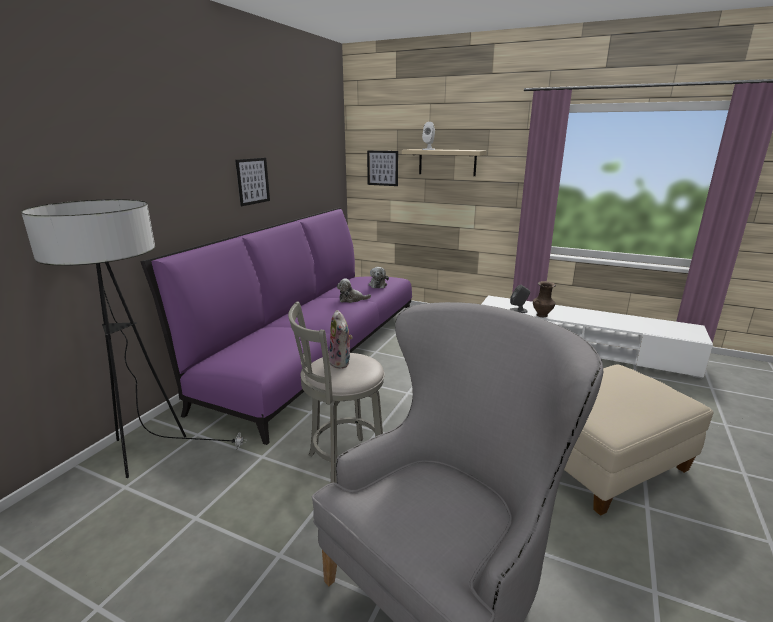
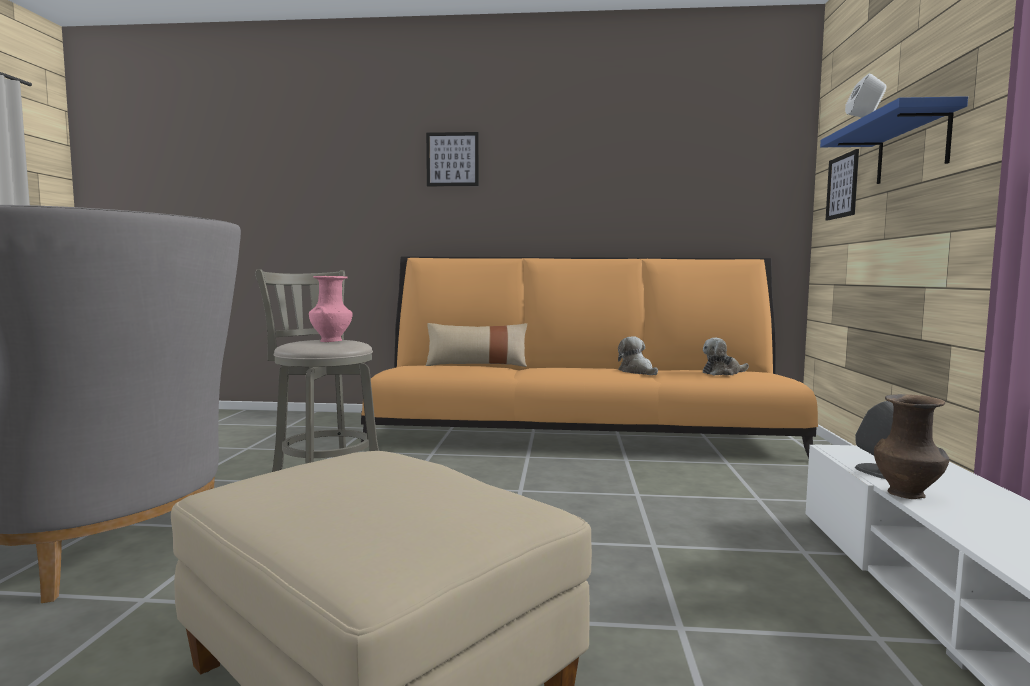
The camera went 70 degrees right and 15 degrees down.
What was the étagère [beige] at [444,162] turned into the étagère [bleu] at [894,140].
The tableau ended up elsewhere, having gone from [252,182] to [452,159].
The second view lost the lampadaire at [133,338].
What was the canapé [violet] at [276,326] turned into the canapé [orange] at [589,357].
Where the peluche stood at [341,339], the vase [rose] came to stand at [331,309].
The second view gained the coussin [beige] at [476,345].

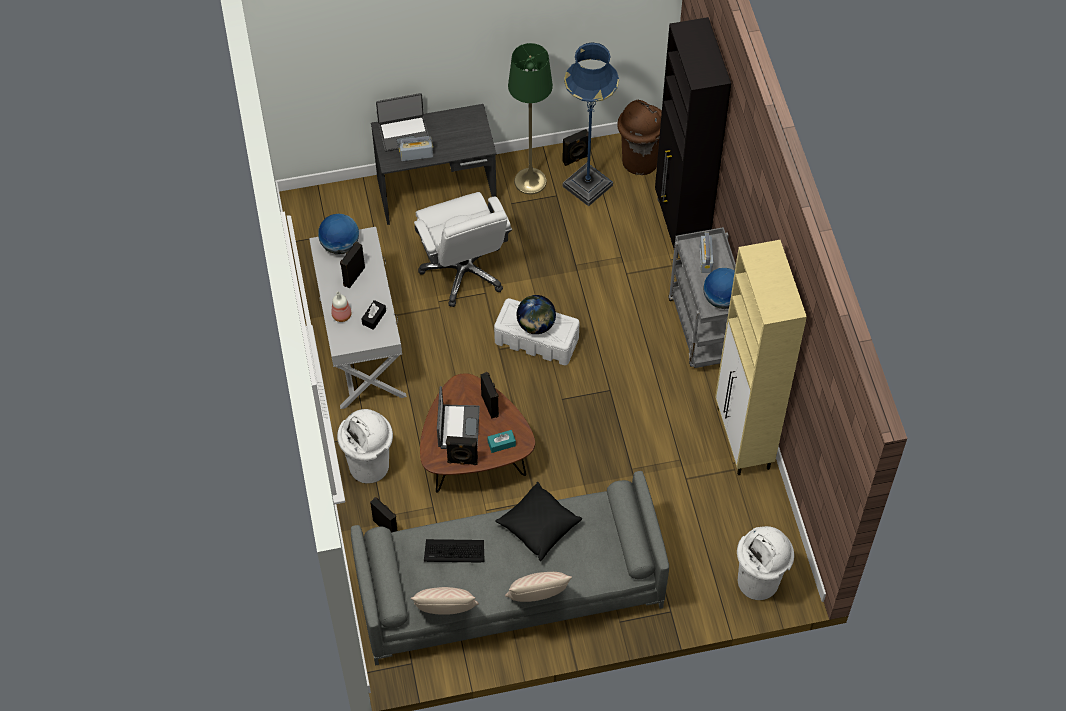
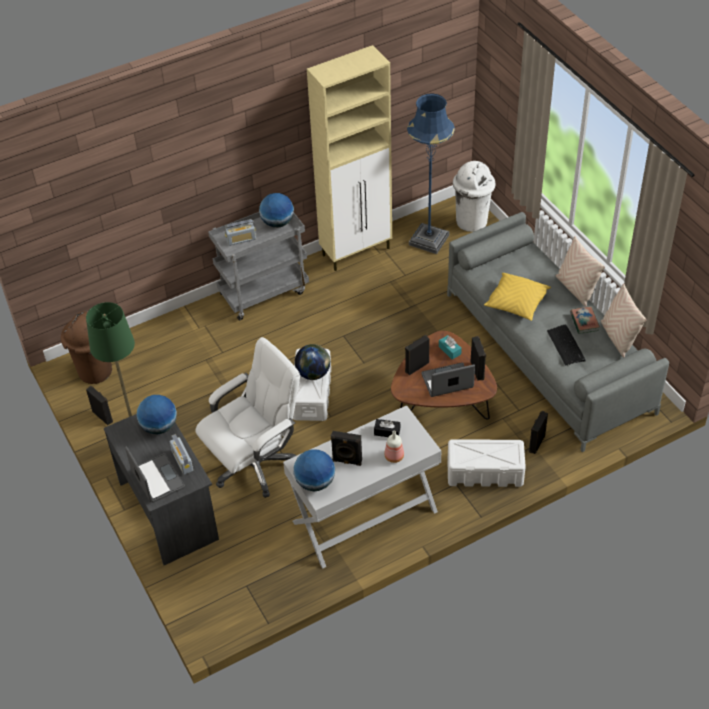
The camera went 105 degrees left and 10 degrees down.
The second view lost the meuble de rangement [noir] at [693,137].
The lampadaire [bleu] ended up elsewhere, having gone from [590,124] to [431,173].
Where the poubelle [blanc] stood at [365,446], the boîte de rangement [blanc] came to stand at [486,463].
What was the coussin [noir] at [538,521] turned into the coussin [jaune] at [517,297].
The second view gained the livre at [585,320].
The second view gained the globe at [157,414].

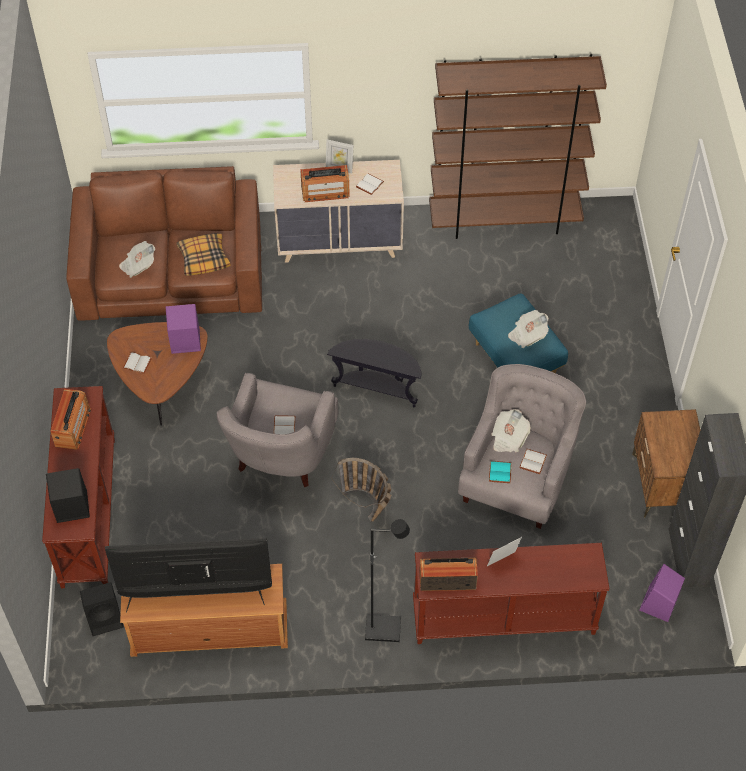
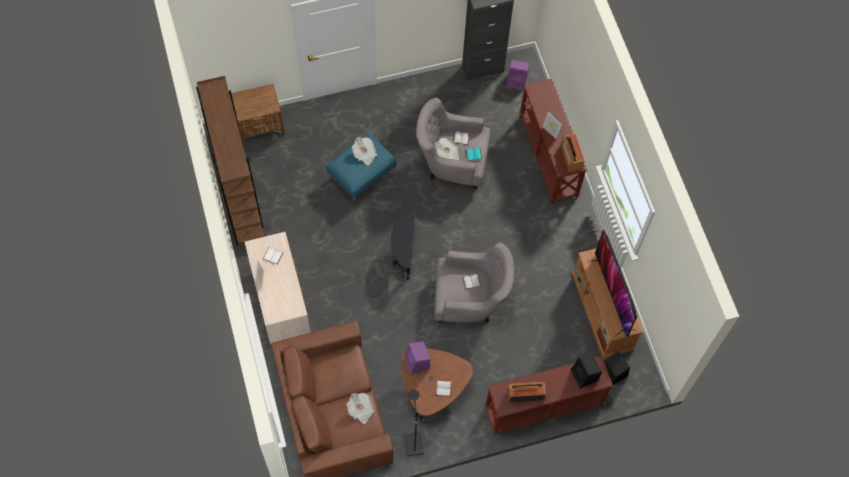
The camera went 105 degrees left and 10 degrees up.
The second view lost the radio at [325,183].
The second view lost the coussin at [203,254].
The table de chevet [marron] ended up elsewhere, having gone from [666,463] to [257,113].
The second view lost the panier at [361,490].
The lampadaire [noir] ended up elsewhere, having gone from [387,580] to [413,422].

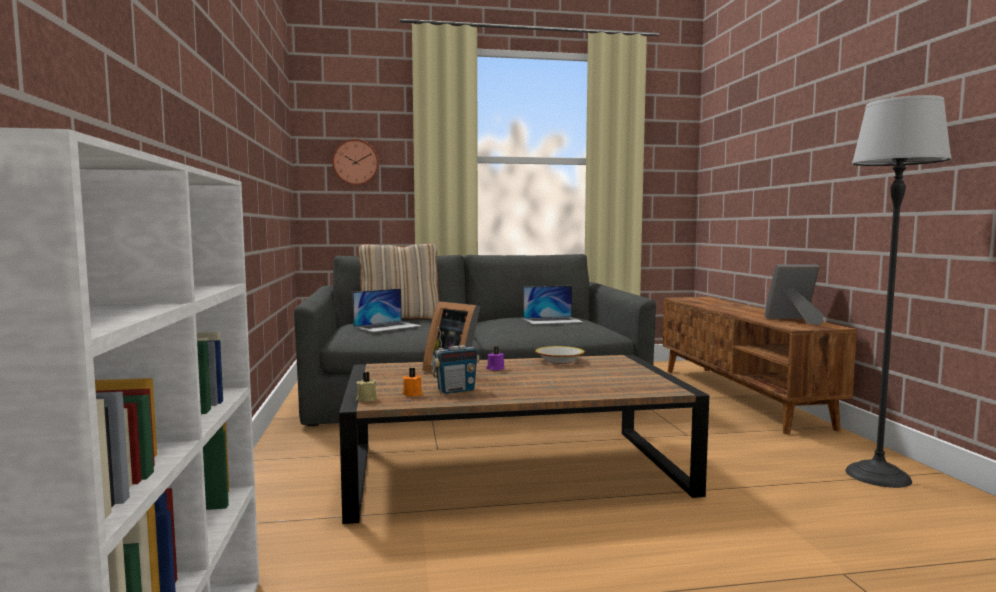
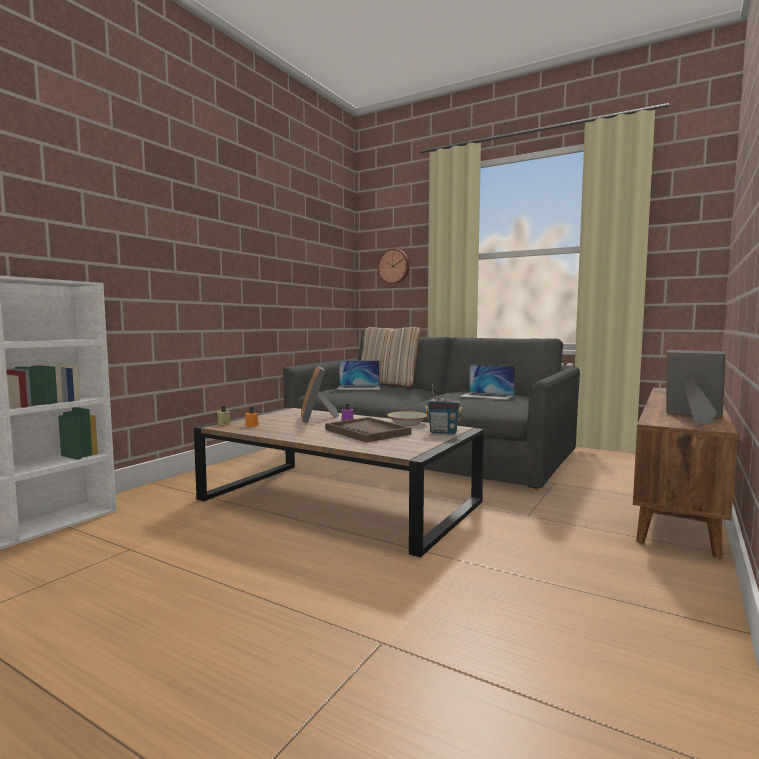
The camera went 40 degrees right and 0 degrees up.
The second view lost the lampadaire at [898,291].
The radio ended up elsewhere, having gone from [455,360] to [443,408].
The second view gained the plateau [marron] at [368,430].

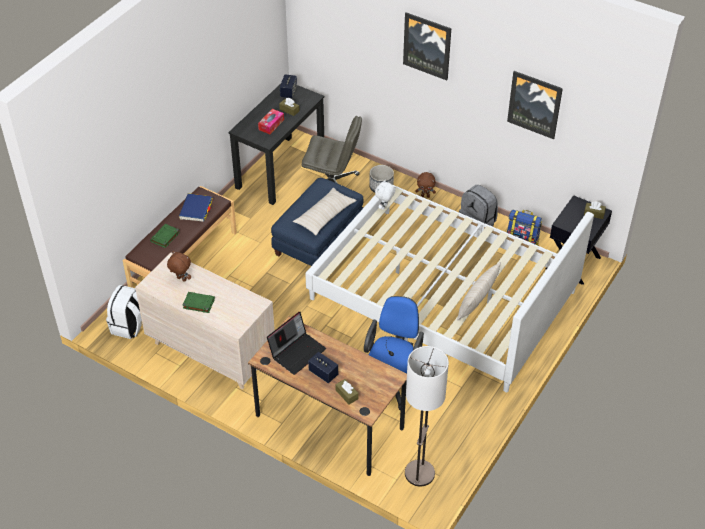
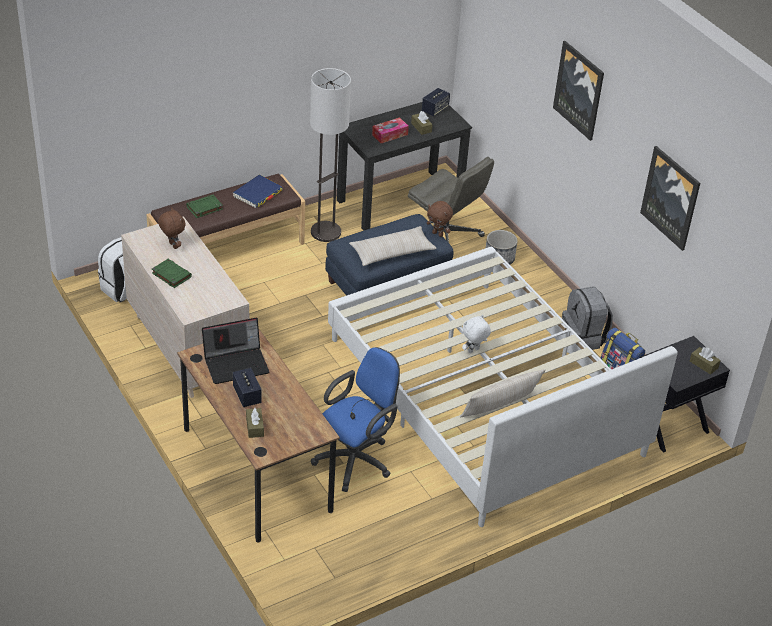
The camera went 25 degrees right and 5 degrees down.
The peluche [marron] ended up elsewhere, having gone from [425,185] to [440,219].
The peluche [blanc] ended up elsewhere, having gone from [385,194] to [476,334].
The lampadaire ended up elsewhere, having gone from [427,416] to [330,155].

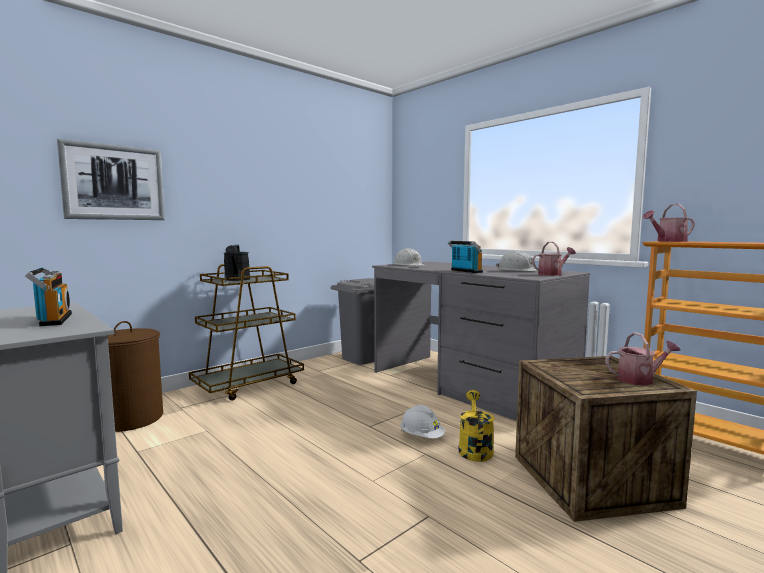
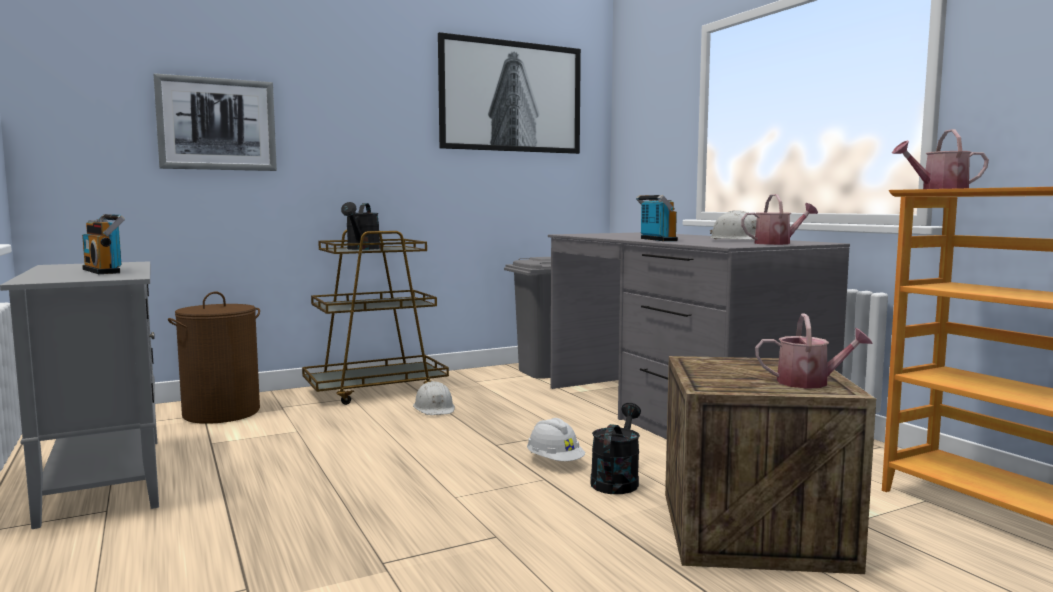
The camera went 15 degrees right and 0 degrees up.
The casque de chantier [blanc] ended up elsewhere, having gone from [410,257] to [434,398].
The radio at [48,296] ended up facing another way, 150 degrees clockwise from before.
What was the arrosoir [jaune] at [476,426] turned into the arrosoir [noir] at [615,448].
The second view gained the tableau at [509,93].

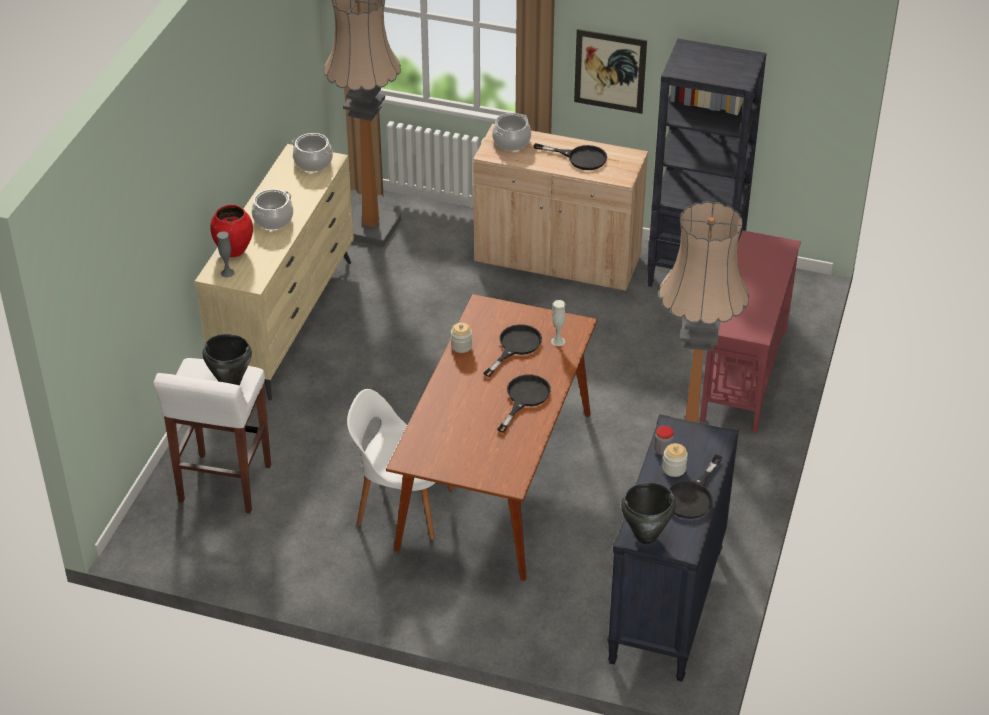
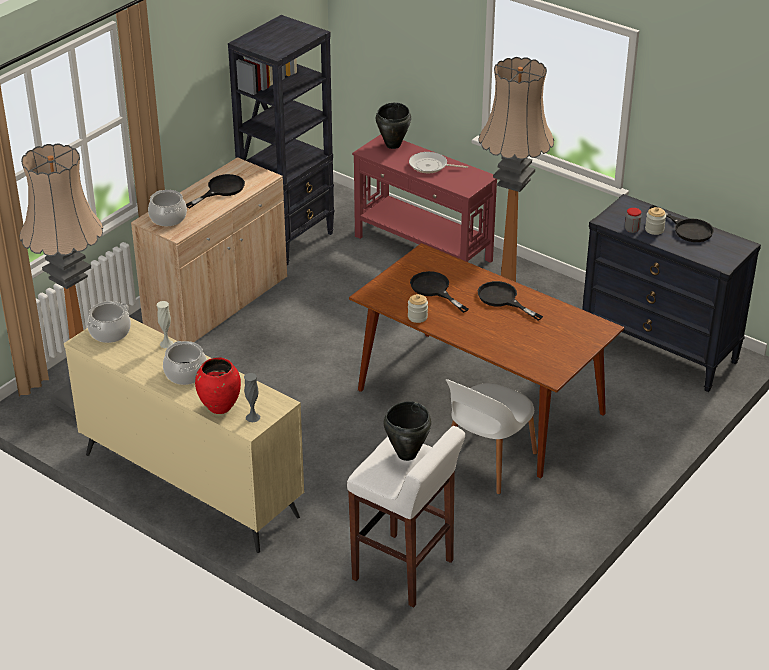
The camera went 70 degrees left and 5 degrees down.
The second view lost the tableau at [610,71].
The vase [blanc] ended up elsewhere, having gone from [558,323] to [165,324].
The marmite [noir] ended up elsewhere, having gone from [648,513] to [393,125].
The second view gained the poêle at [438,162].

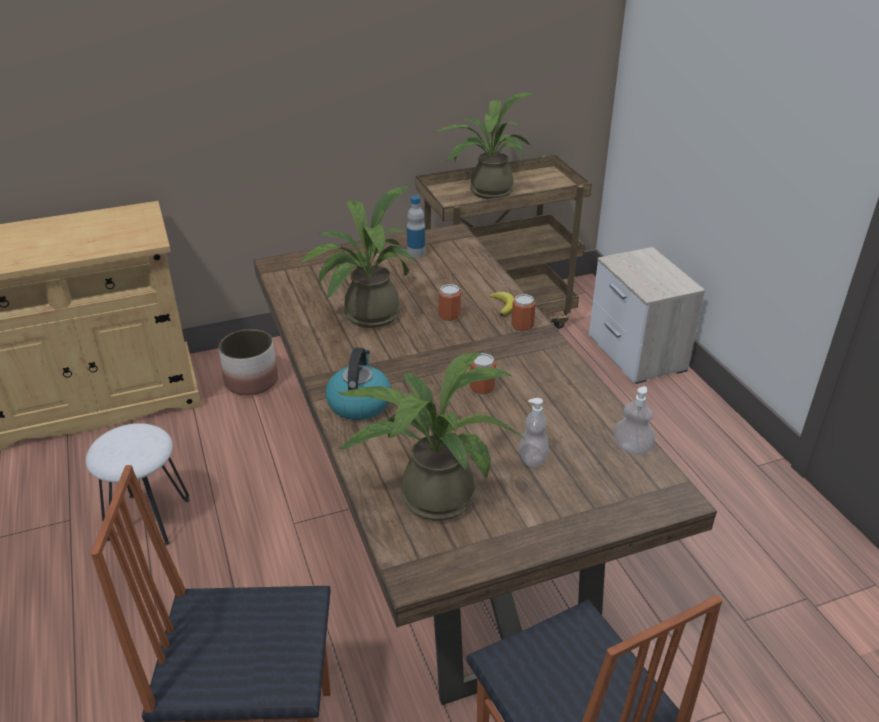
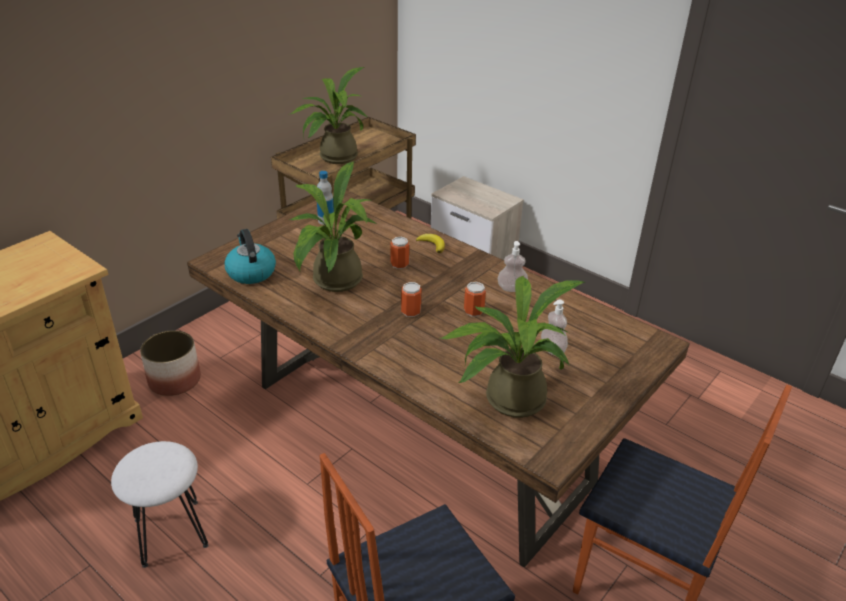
The camera went 30 degrees left and 0 degrees up.
The boîte métallique ended up elsewhere, having gone from [523,313] to [411,299].
The bouilloire ended up elsewhere, having gone from [358,383] to [250,256].
The distributeur de savon ended up elsewhere, having gone from [634,420] to [513,266].

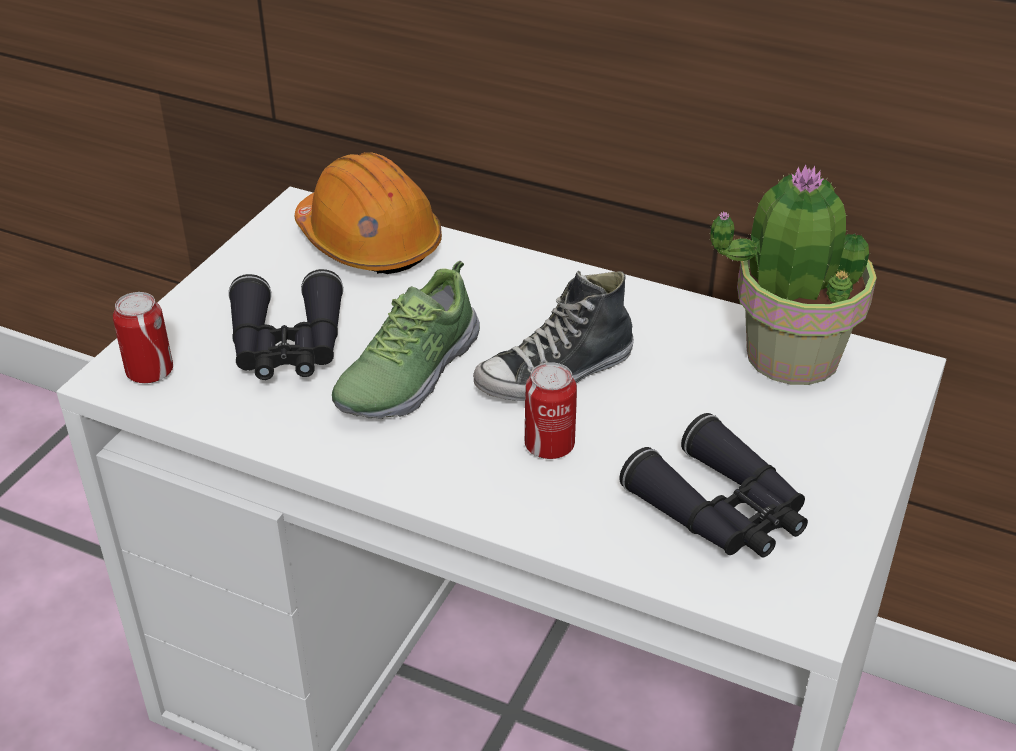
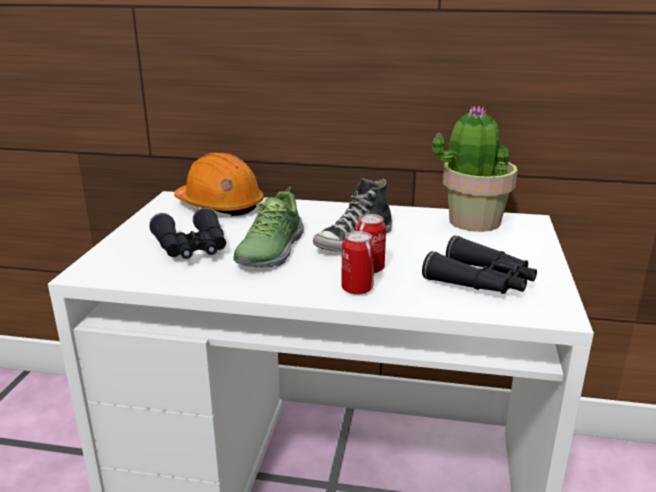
The camera went 15 degrees left and 15 degrees down.
The boîte métallique ended up elsewhere, having gone from [143,337] to [357,263].

